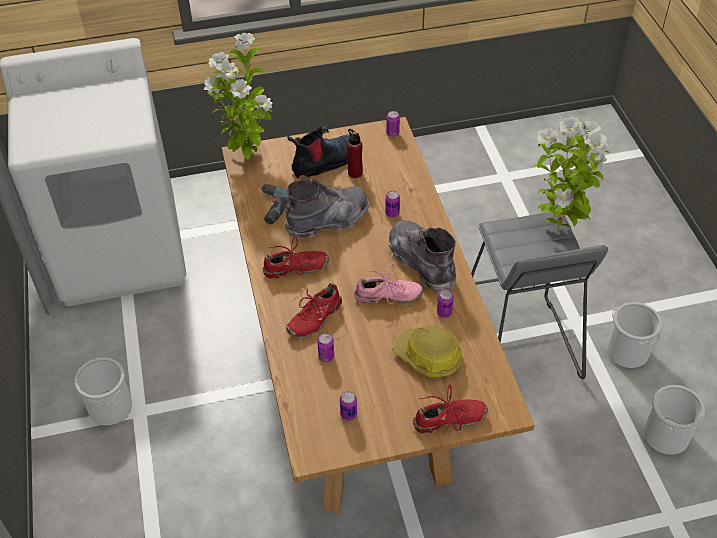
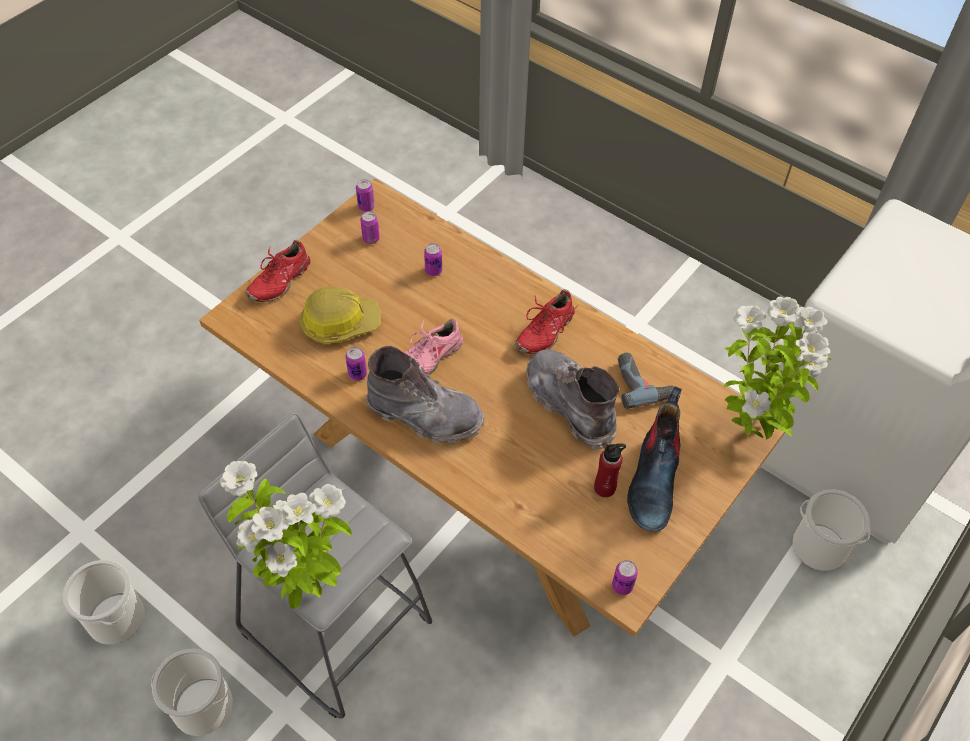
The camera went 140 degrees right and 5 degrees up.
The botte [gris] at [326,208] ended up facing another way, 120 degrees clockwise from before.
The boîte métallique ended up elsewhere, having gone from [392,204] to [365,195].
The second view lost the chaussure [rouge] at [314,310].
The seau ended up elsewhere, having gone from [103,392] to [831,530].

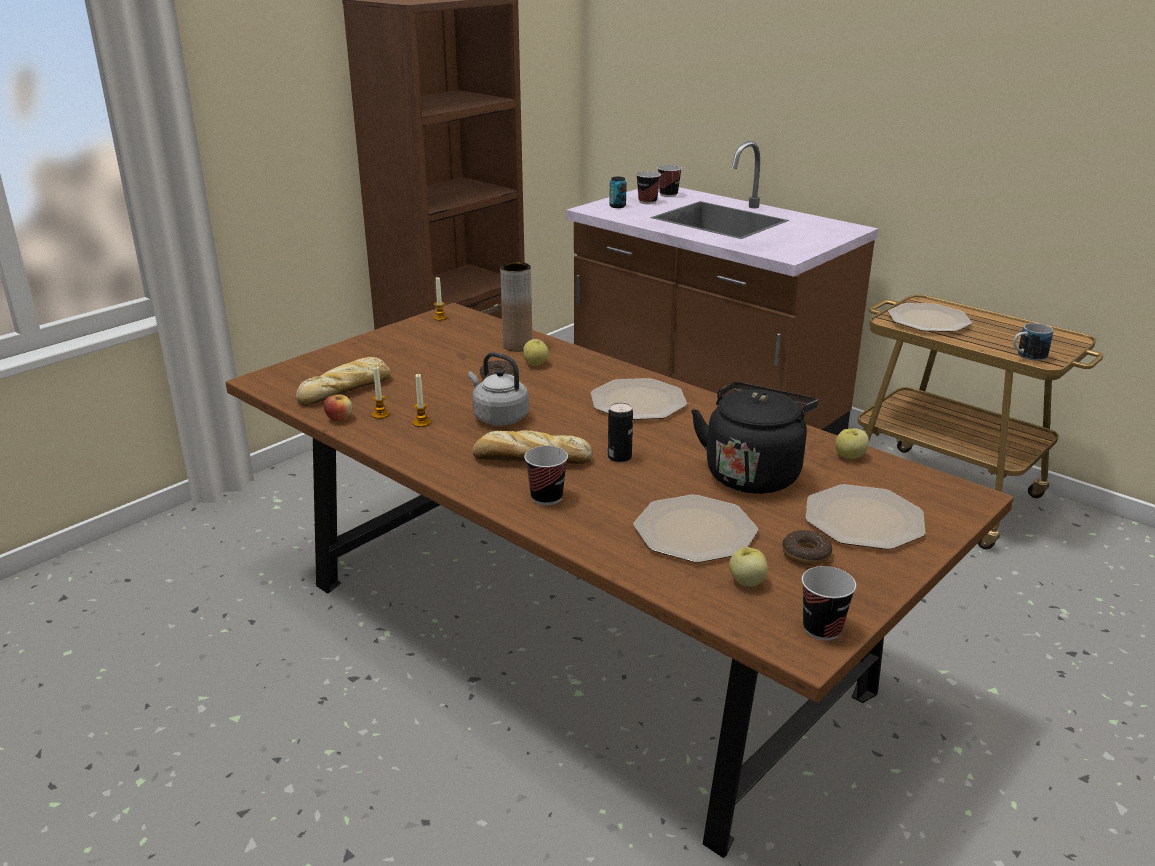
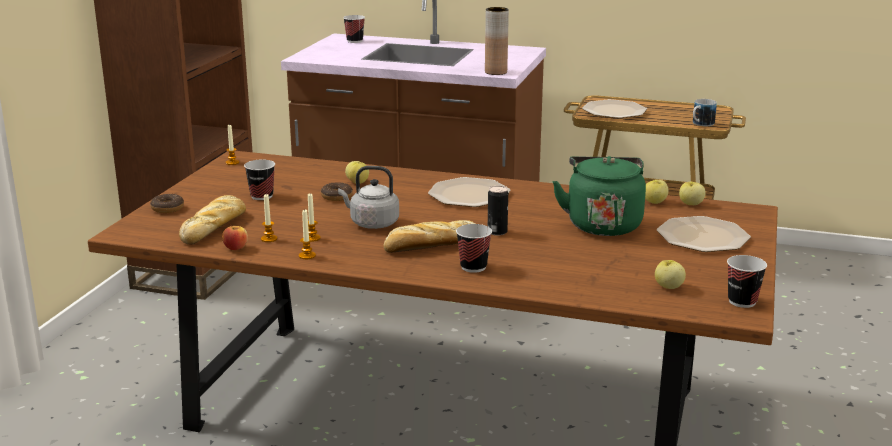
The camera went 25 degrees left and 5 degrees down.
The tasse ended up elsewhere, having gone from [648,187] to [259,180].
The second view lost the boîte métallique at [618,192].
The vase [marron] ended up elsewhere, having gone from [516,307] to [497,41].
What was the bouilloire [noir] at [754,438] turned into the bouilloire [vert] at [599,196].
The second view lost the assiette at [695,529].
The beignet ended up elsewhere, having gone from [807,548] to [167,203].
The second view gained the pomme at [692,193].
The second view gained the bougie at [307,234].

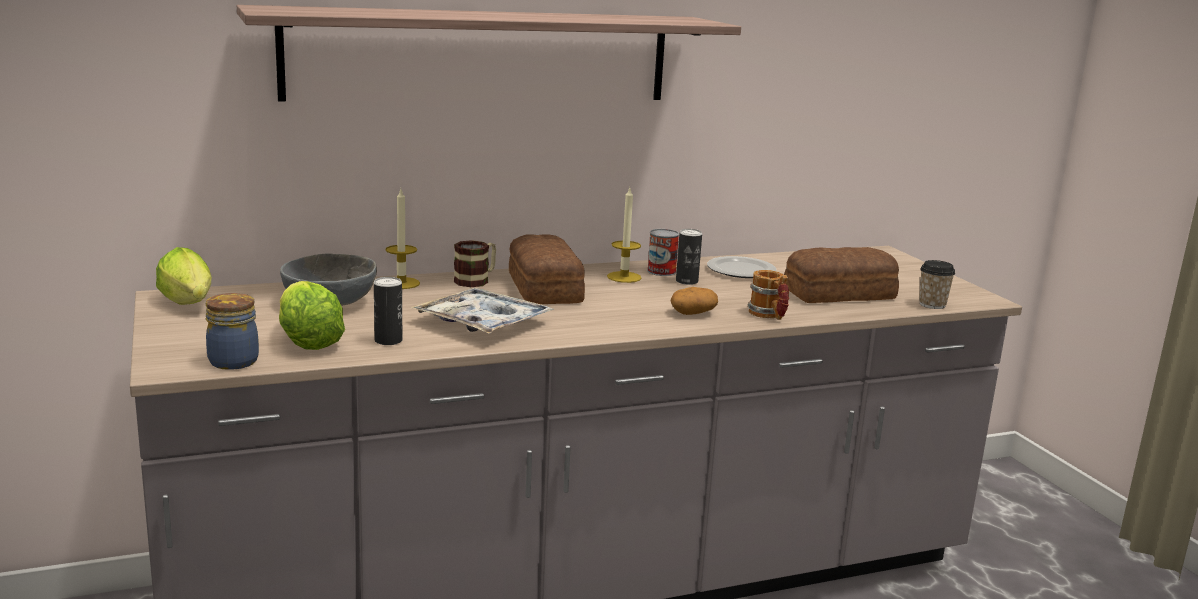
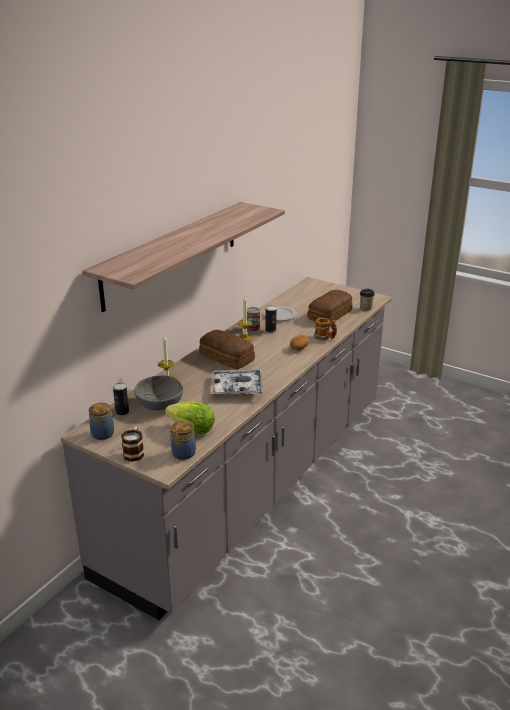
The camera went 35 degrees left and 10 degrees up.
The mug ended up elsewhere, having gone from [475,263] to [132,444].
Where the laitue stood at [184,276], the bocal came to stand at [101,421].
The boîte métallique ended up elsewhere, having gone from [388,311] to [121,399].

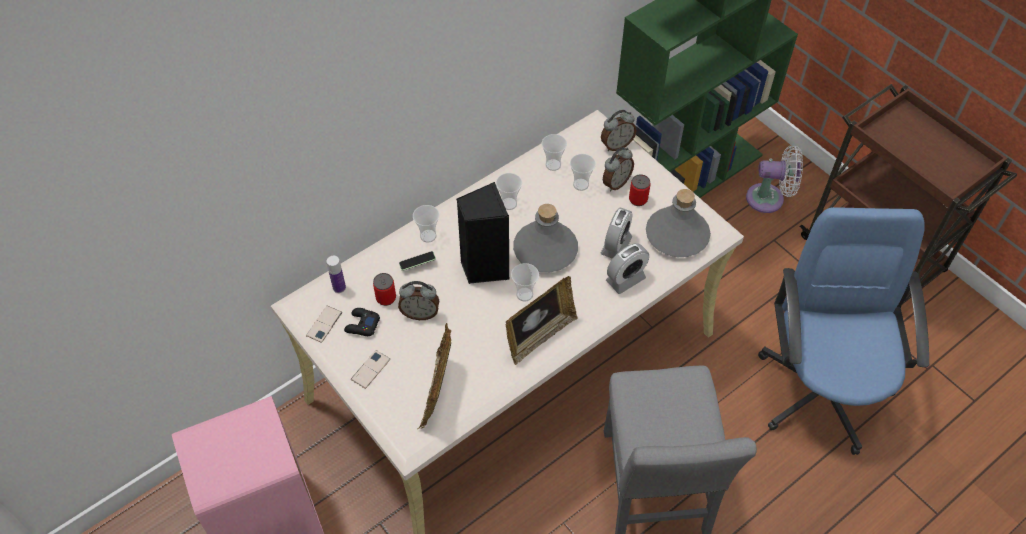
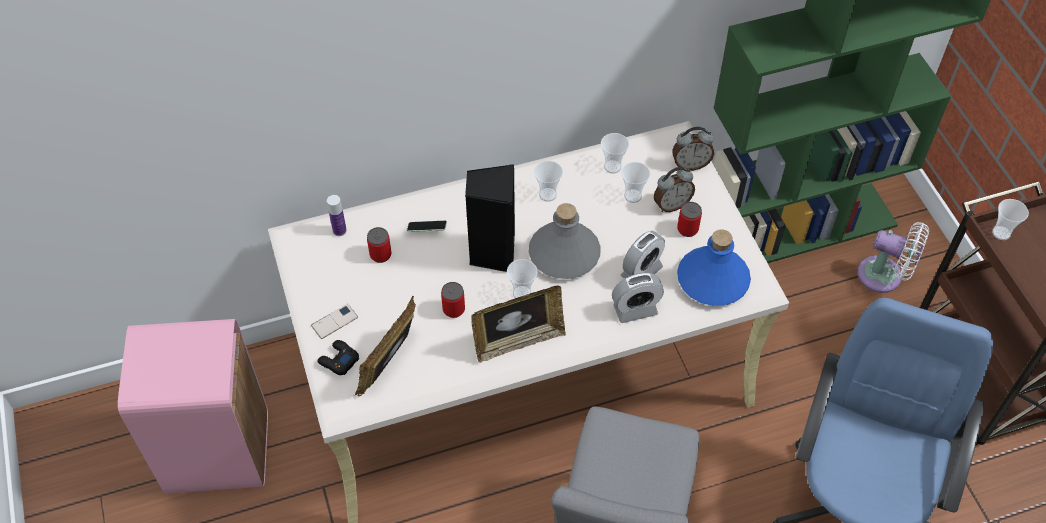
The camera went 20 degrees right and 0 degrees up.
What was the bouteille [gris] at [678,223] turned into the bouteille [bleu] at [714,268].
The tasse ended up elsewhere, having gone from [426,224] to [1010,219].
The second view lost the réveil at [418,300].
The second view lost the téléphone at [324,324].
The manette [noir] ended up elsewhere, having gone from [362,322] to [338,357].
The second view gained the boîte métallique at [453,300].

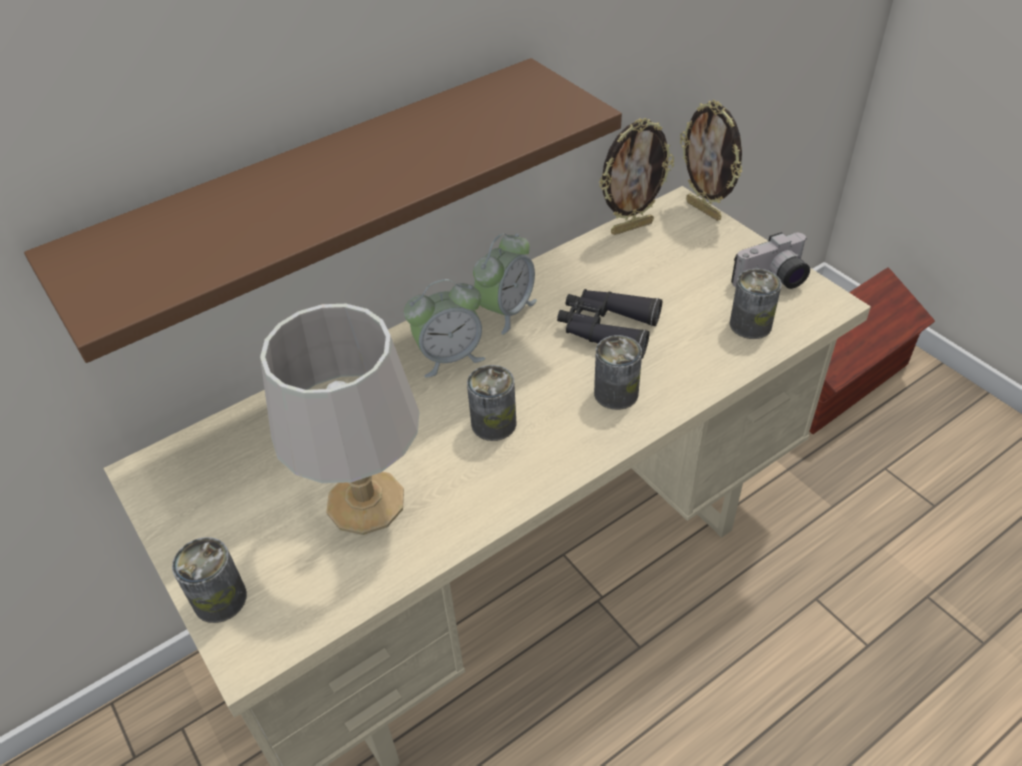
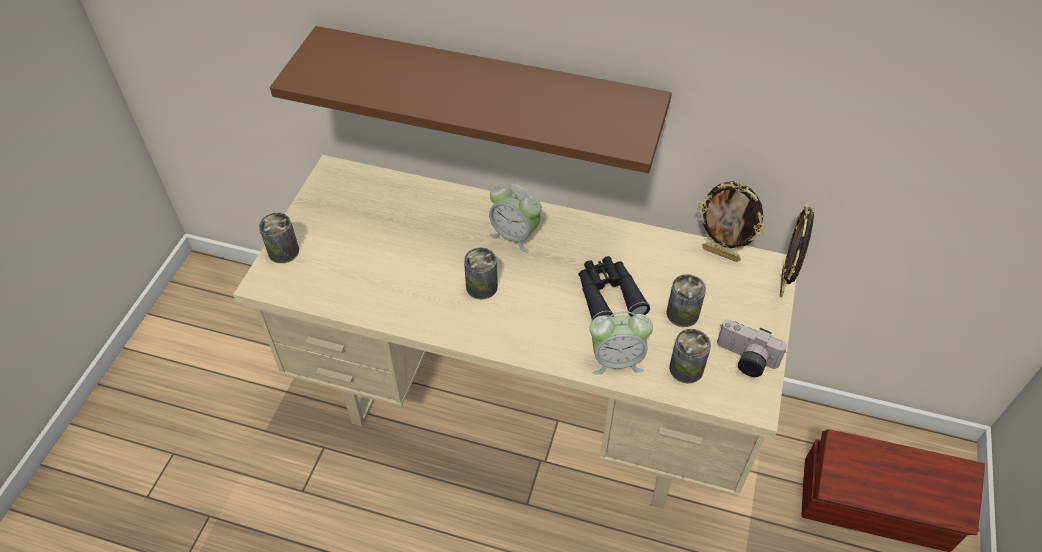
The camera went 50 degrees right and 5 degrees up.
The réveil ended up elsewhere, having gone from [505,284] to [621,342].
The second view lost the lampe de table [gris] at [339,419].
The boîte métallique ended up elsewhere, having gone from [618,372] to [686,300].

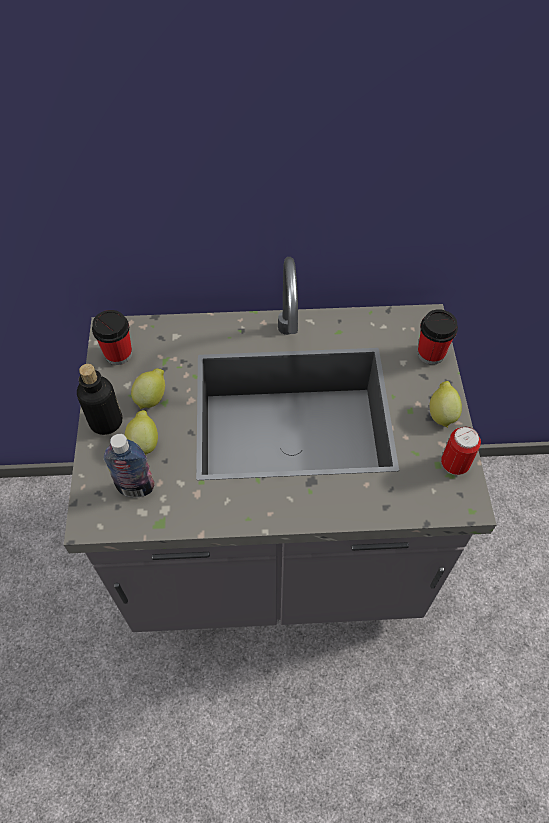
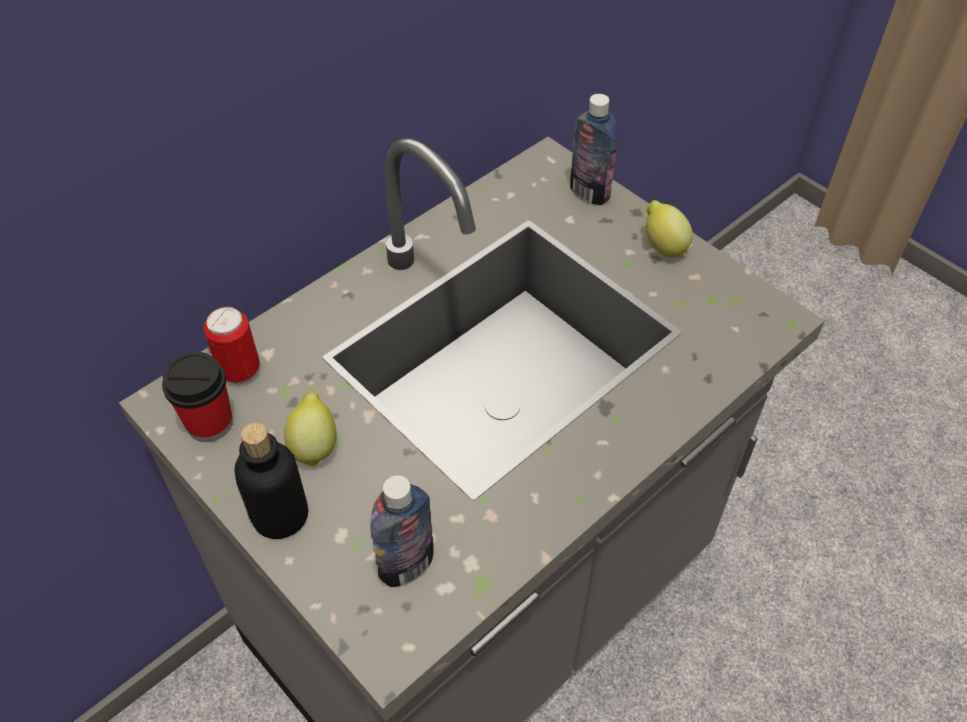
The camera went 40 degrees left and 5 degrees down.
Where the tasse stood at [438,337], the bouteille came to stand at [594,149].
The second view lost the citron at [141,432].
The boîte métallique ended up elsewhere, having gone from [461,451] to [232,345].

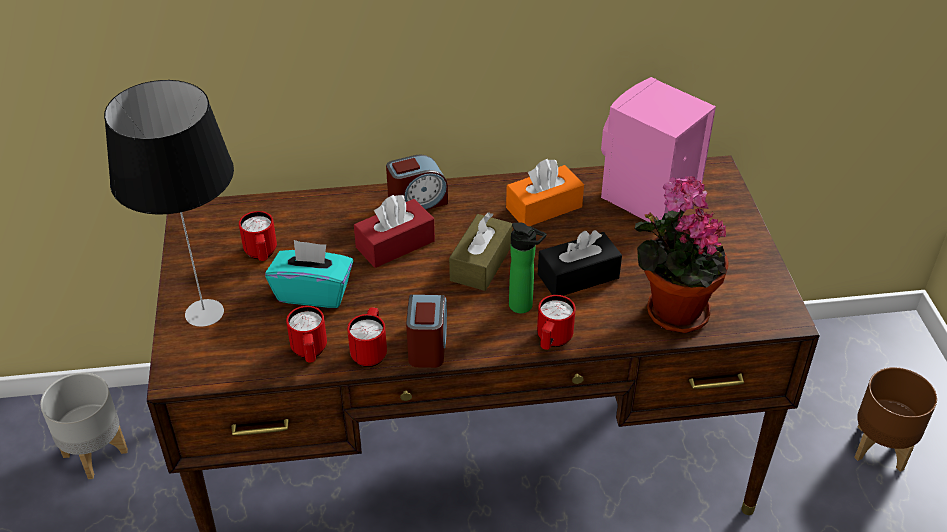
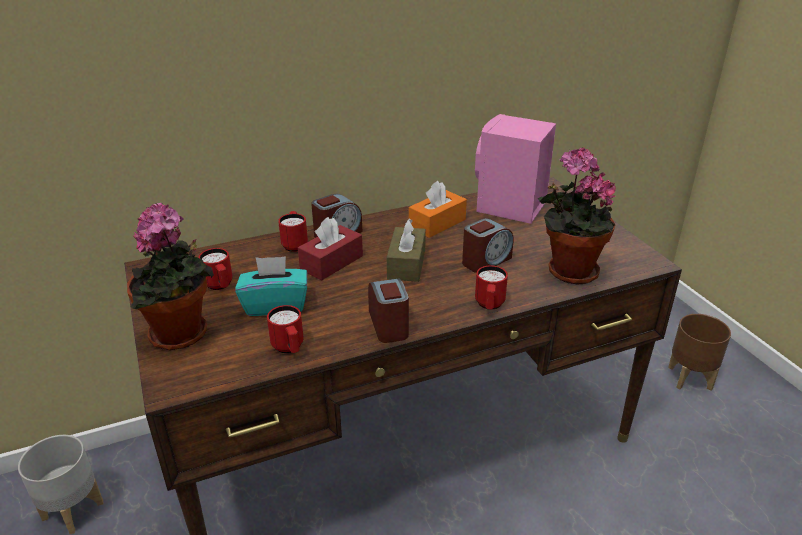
The camera went 15 degrees left and 10 degrees down.
Where the lampe de table stood at [169,203], the plante en pot came to stand at [170,276].
The second view lost the bouteille at [528,268].
Where the boîte à mouchoirs [noir] stood at [580,263], the réveil came to stand at [488,245].
The mug [rouge] ended up elsewhere, having gone from [367,337] to [293,231].

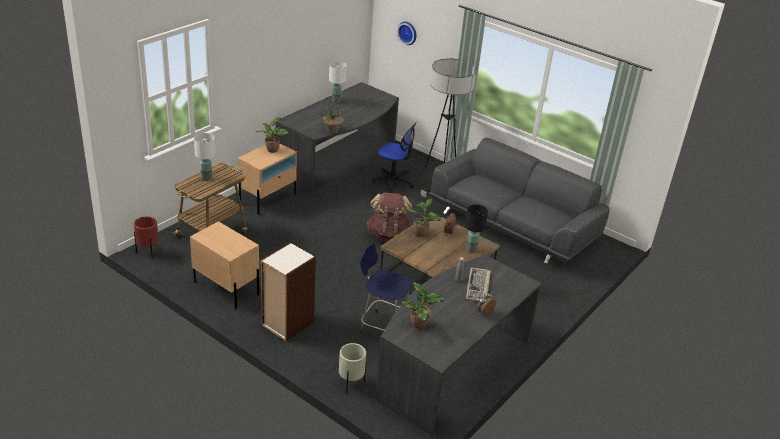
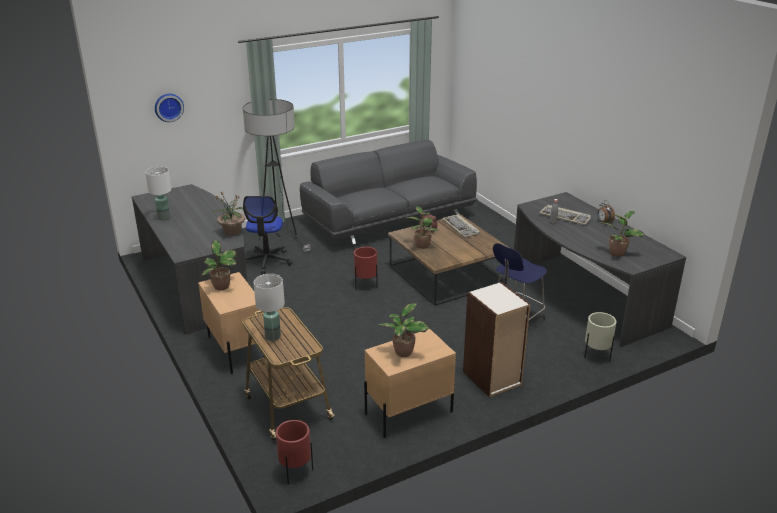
The camera went 65 degrees left and 5 degrees down.
The chaise de bureau at [394,157] ended up facing another way, 135 degrees clockwise from before.
Where the sac à dos [marron] stood at [389,217], the cache-pot [rouge] came to stand at [366,268].
Where the lampe de table [noir] stood at [476,228], the clavier came to stand at [461,226].
The second view gained the plante en pot at [403,330].

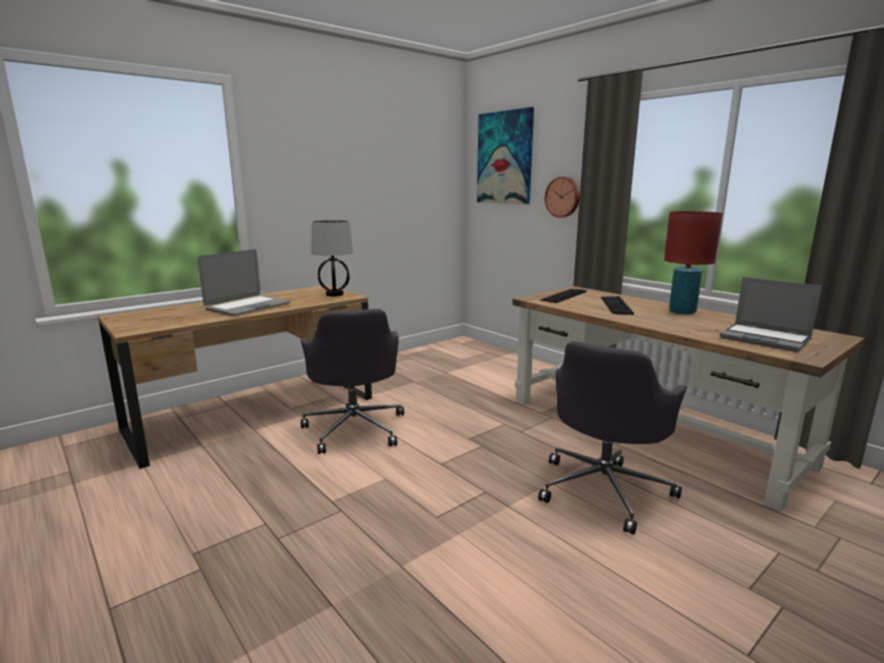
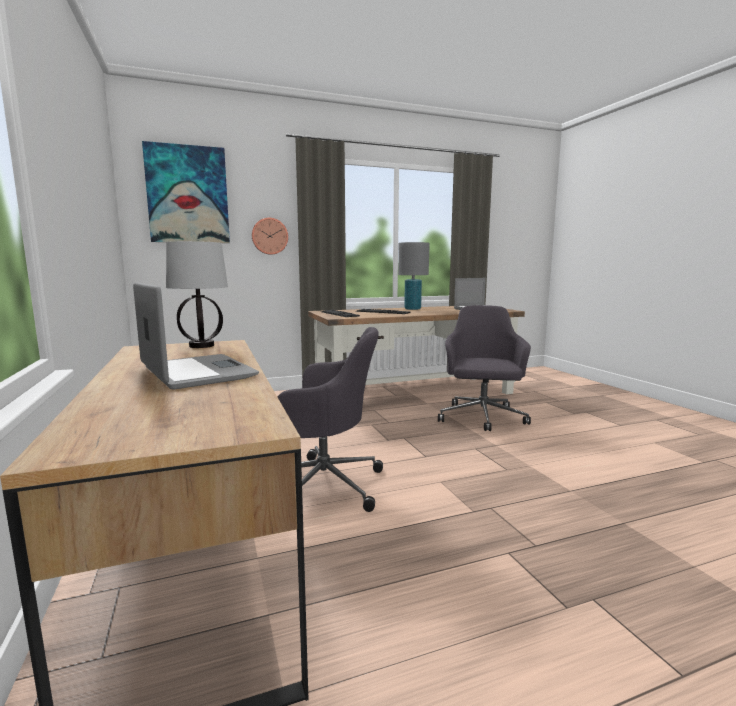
The camera went 70 degrees left and 5 degrees down.
What was the lampe de table [rouge] at [693,262] turned into the lampe de table [gris] at [414,276].
The chaise de bureau [gris] at [612,438] ended up facing another way, 135 degrees counterclockwise from before.

